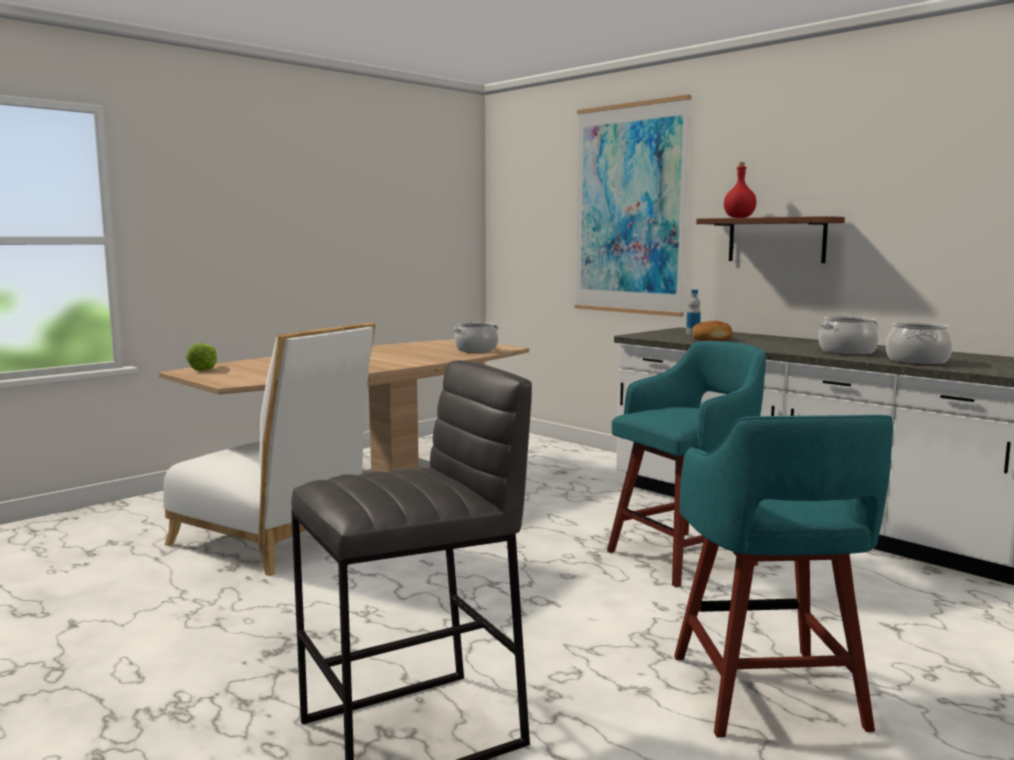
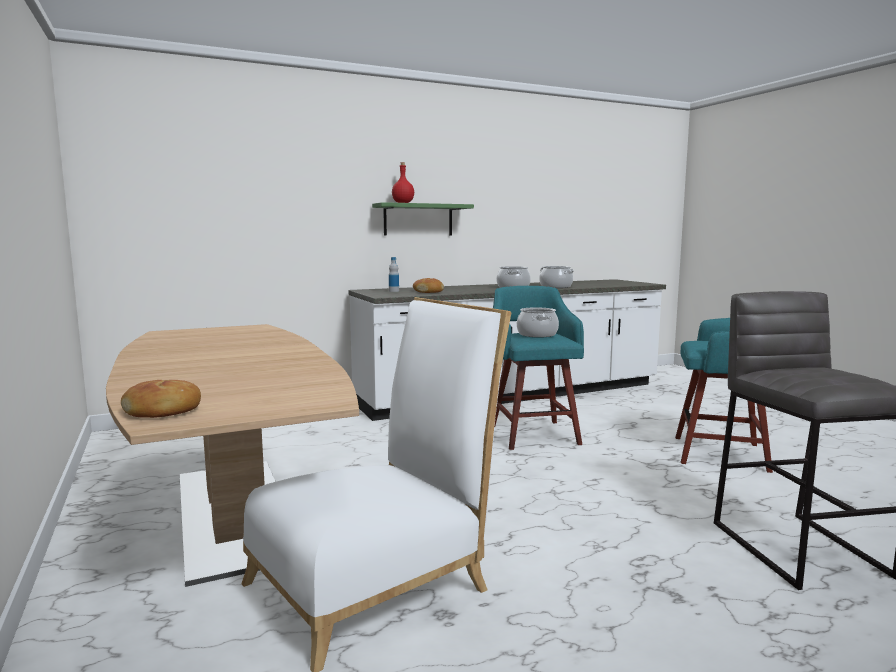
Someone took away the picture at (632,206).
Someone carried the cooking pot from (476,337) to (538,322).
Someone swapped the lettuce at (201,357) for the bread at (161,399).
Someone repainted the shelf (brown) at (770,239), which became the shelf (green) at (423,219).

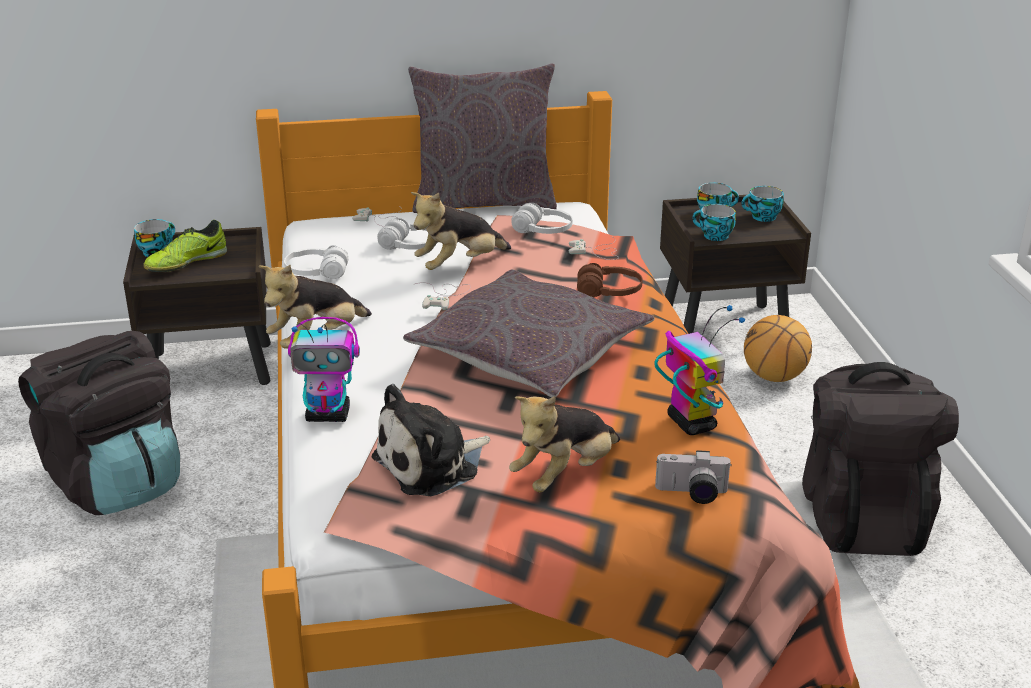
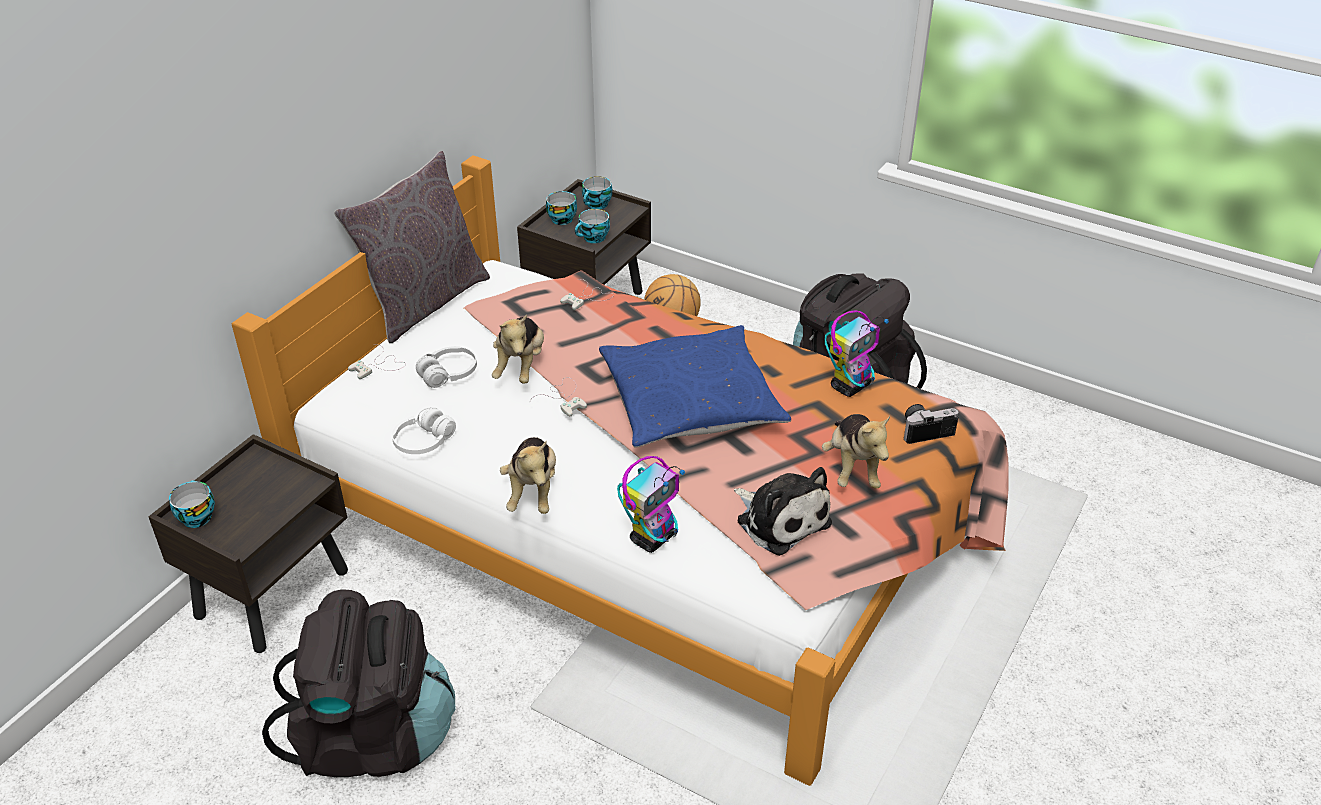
Someone took away the shoe at (185,246).
Someone took away the headphones (white) at (541,218).
Someone took away the headphones (brown) at (610,280).
Someone repainted the pillow (grey) at (528,333), which became the pillow (blue) at (695,386).
Someone rotated the plush toy at (431,440) by 45 degrees counterclockwise.
Someone rotated the toy robot at (699,370) by 120 degrees clockwise.
Someone rotated the photo camera at (693,477) by 150 degrees counterclockwise.

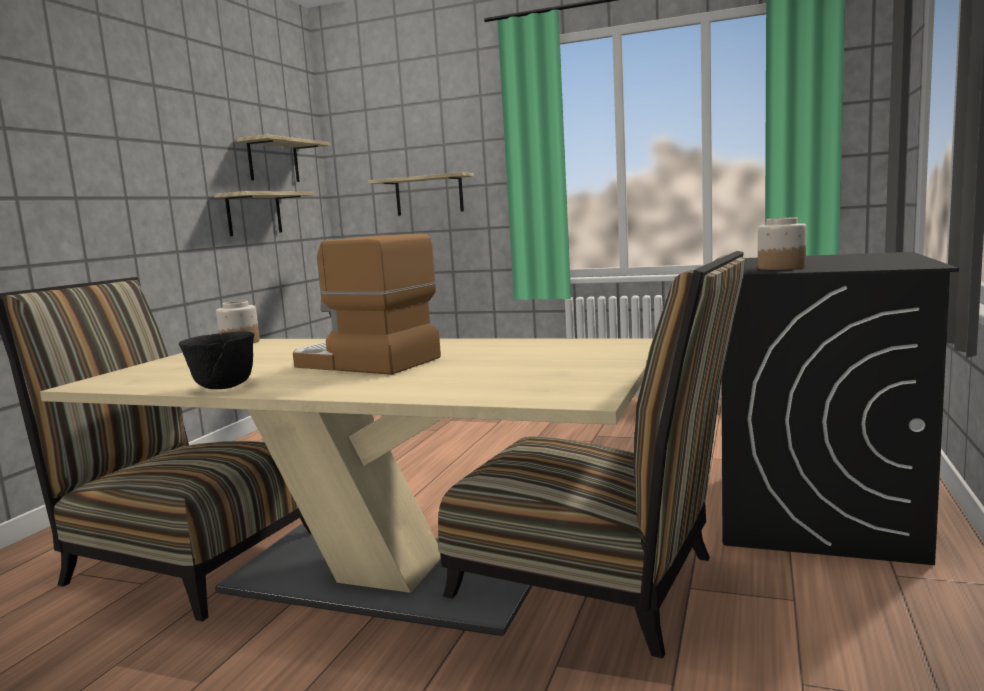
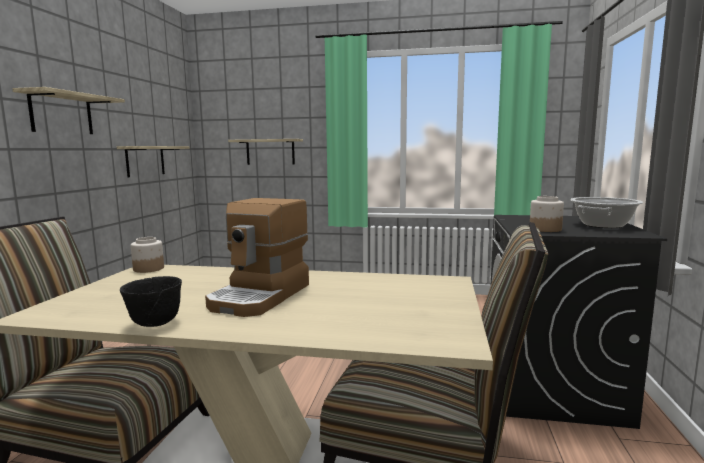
Someone put down the cooking pot at (607,212).
Someone carried the shelf from (283,158) to (68,110).
Someone rotated the coffee machine at (367,304) by 90 degrees counterclockwise.

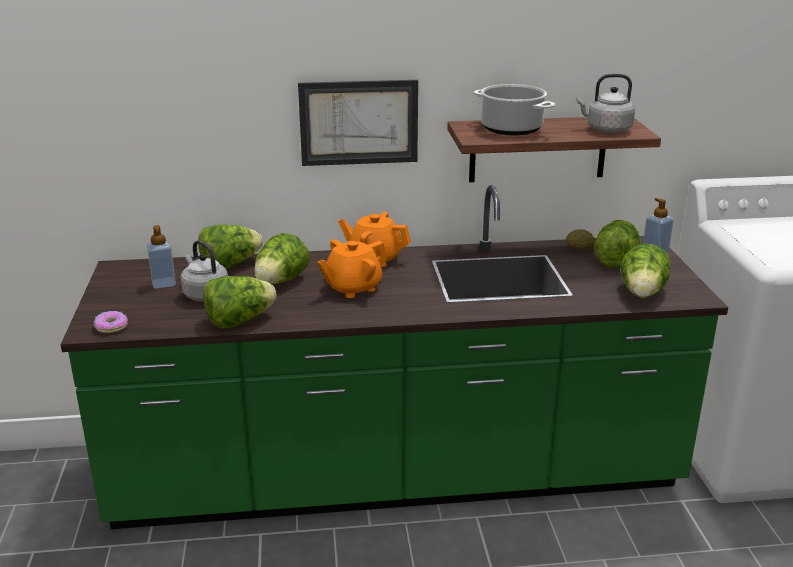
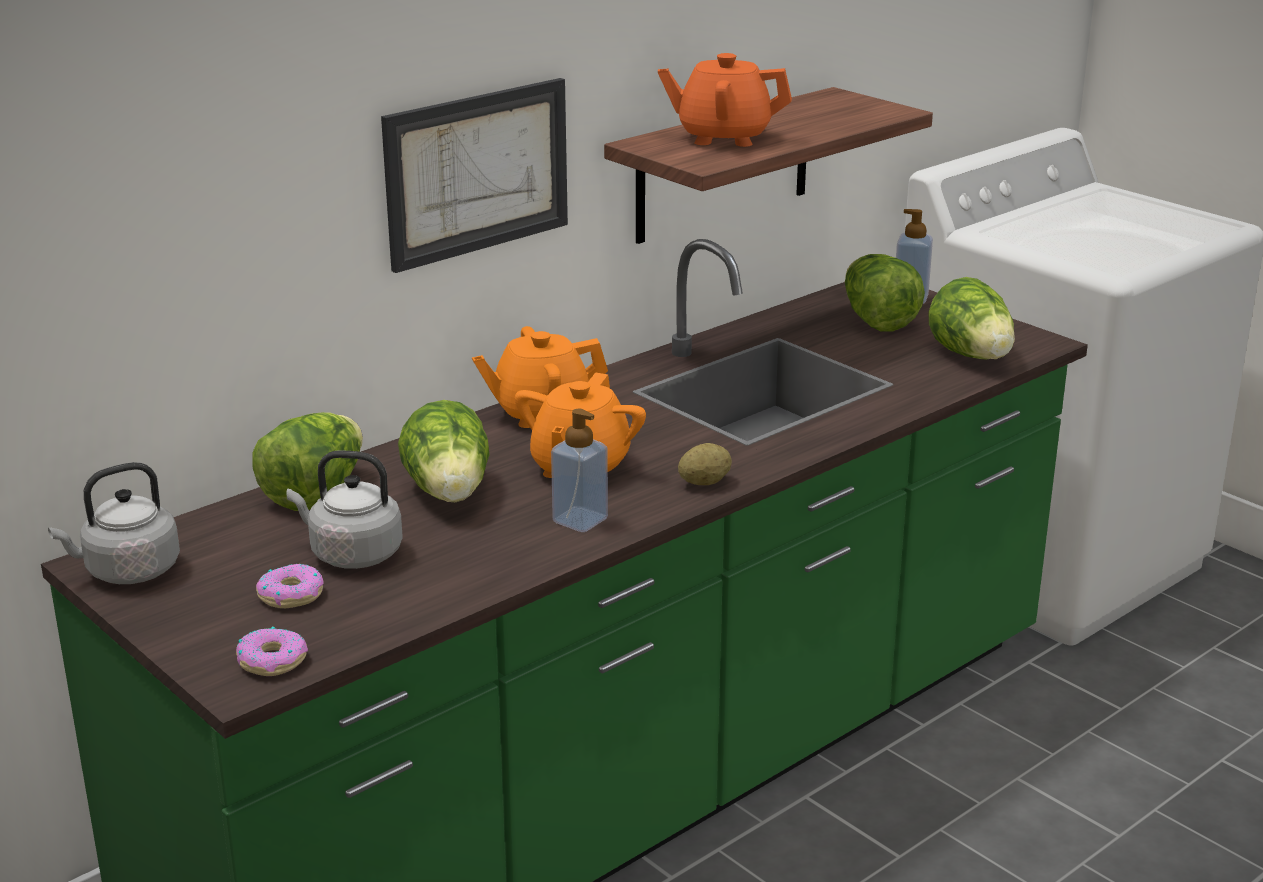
Someone took away the lettuce at (240,302).
Someone put down the donut at (289,586).
Someone carried the soap dispenser from (161,257) to (579,470).
Someone carried the potato from (580,239) to (705,464).
Someone carried the kettle (grey) from (605,103) to (114,523).
Someone swapped the cooking pot at (514,110) for the teapot (orange) at (725,100).

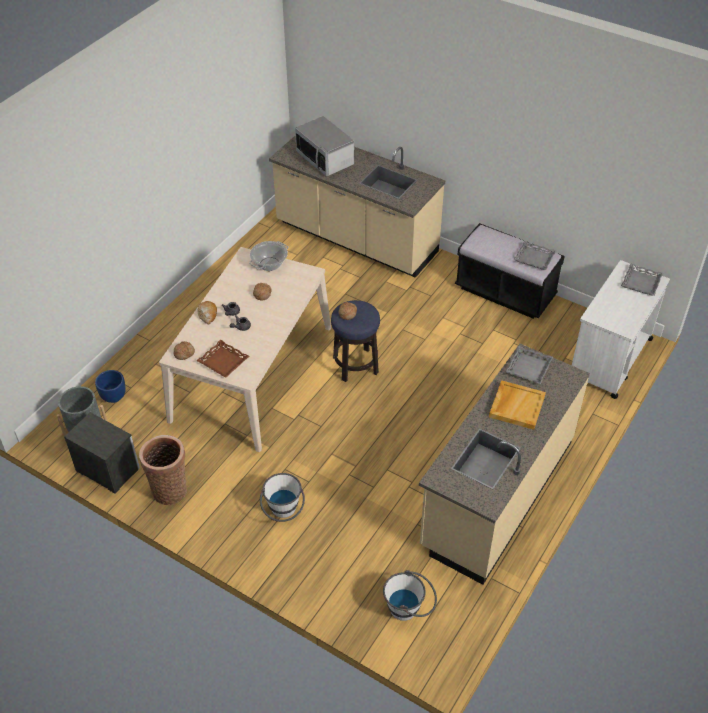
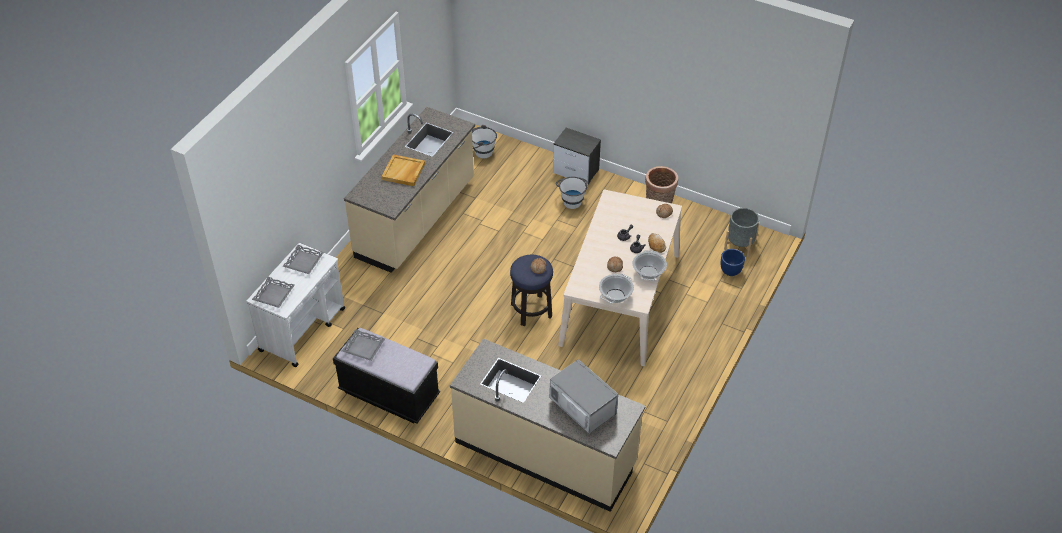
Someone took away the tray (brown) at (222,359).
Someone put down the cooking pot at (649,265).
Someone carried the nightstand from (102,453) to (577,156).
Someone carried the tray (grey) from (529,365) to (303,259).

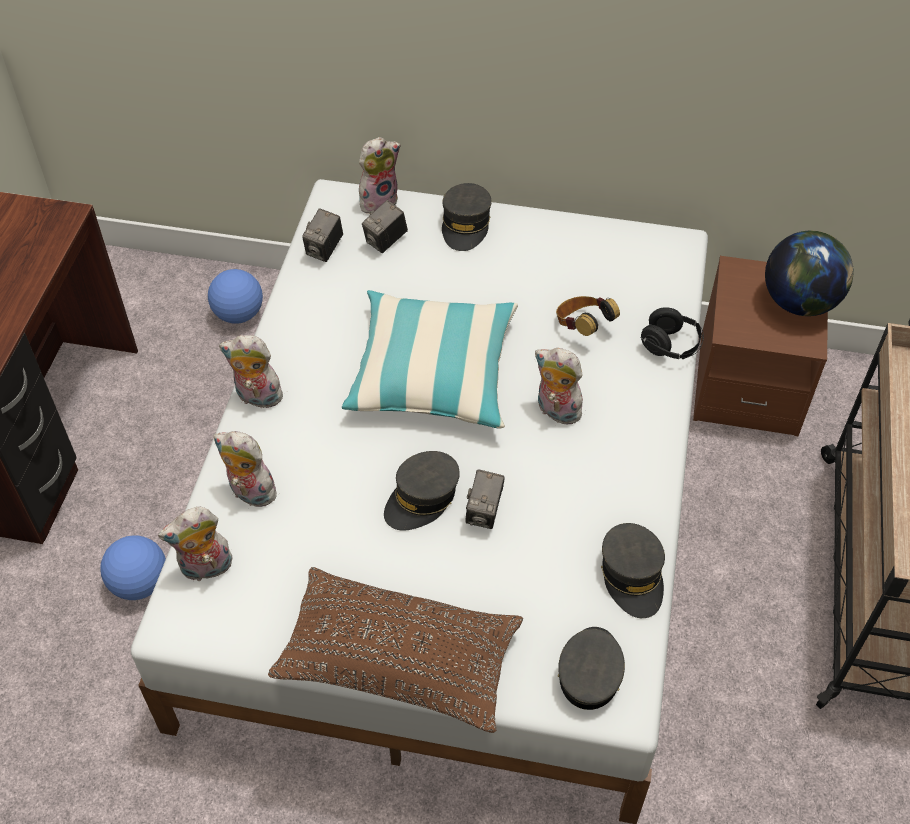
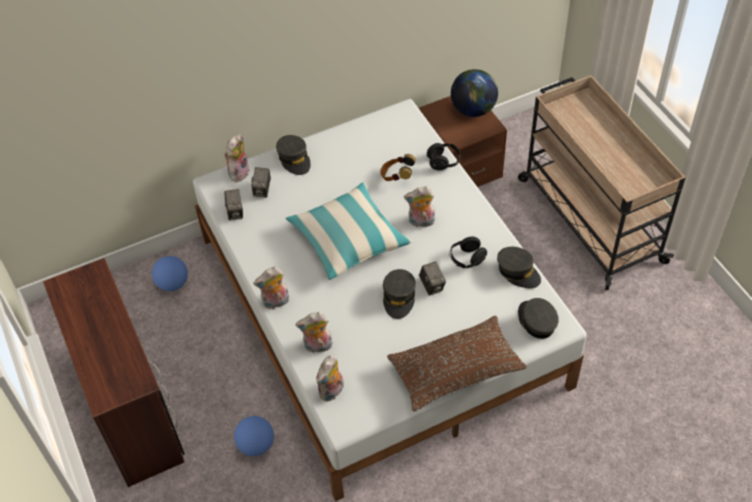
Someone put down the headphones (black) at (468,252).

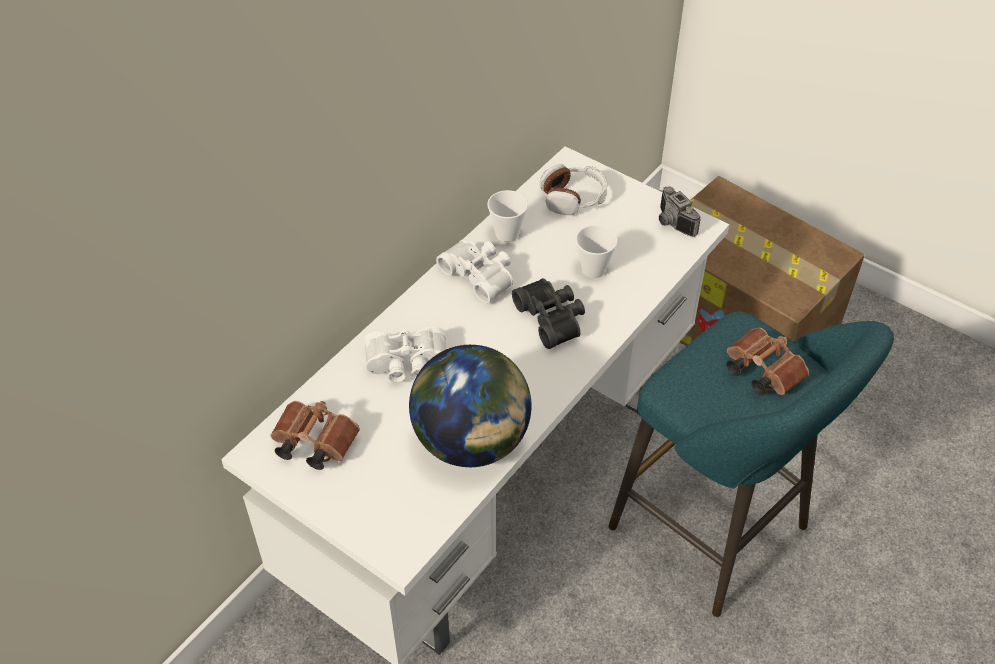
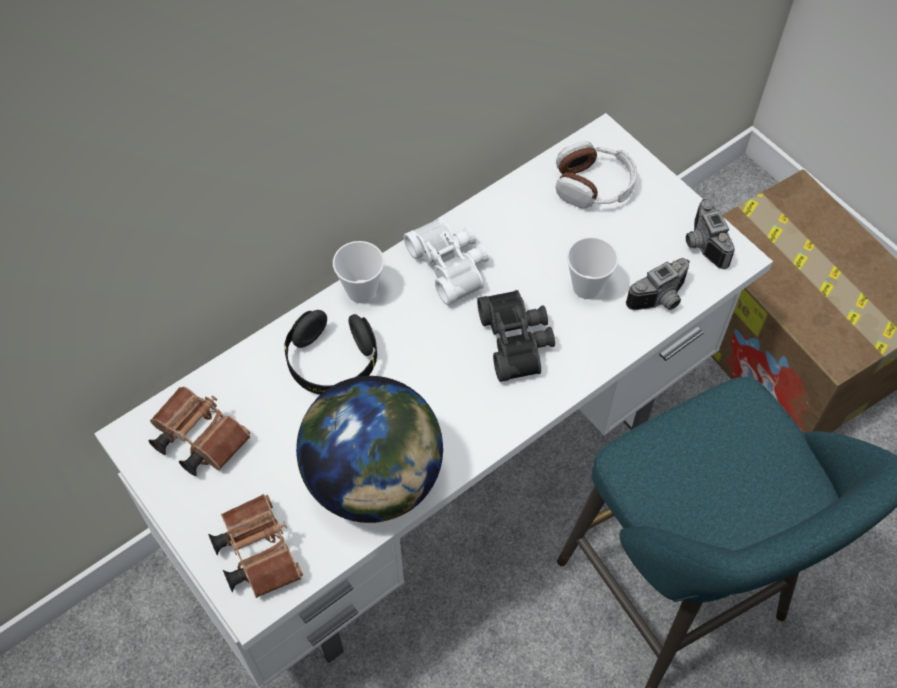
Someone put down the photo camera at (658,284).
Someone carried the cup from (507,216) to (358,272).
Someone carried the binoculars (brown) from (767,361) to (255,546).
Someone swapped the binoculars (white) at (405,354) for the headphones (black) at (330,352).

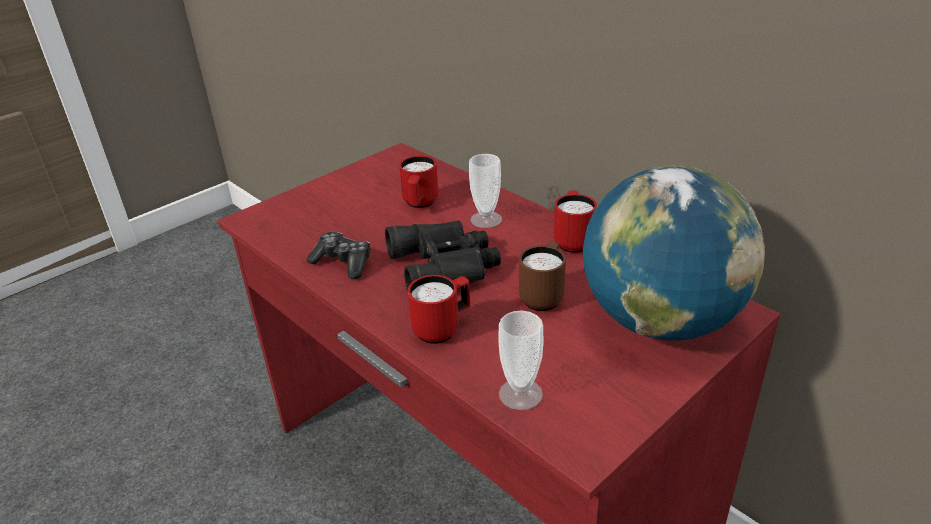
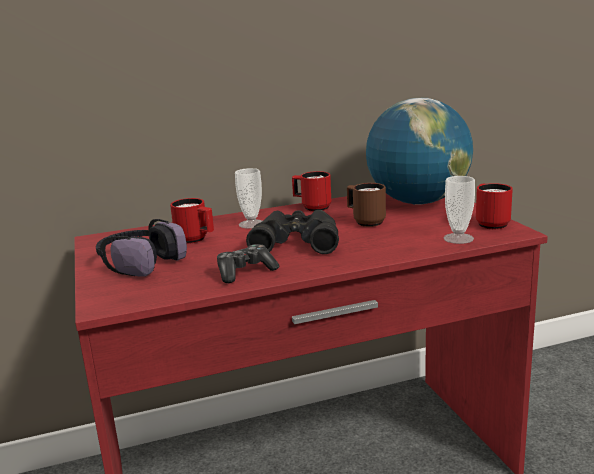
Someone put down the headphones at (141,248).
Someone carried the mug (red) from (439,309) to (494,206).

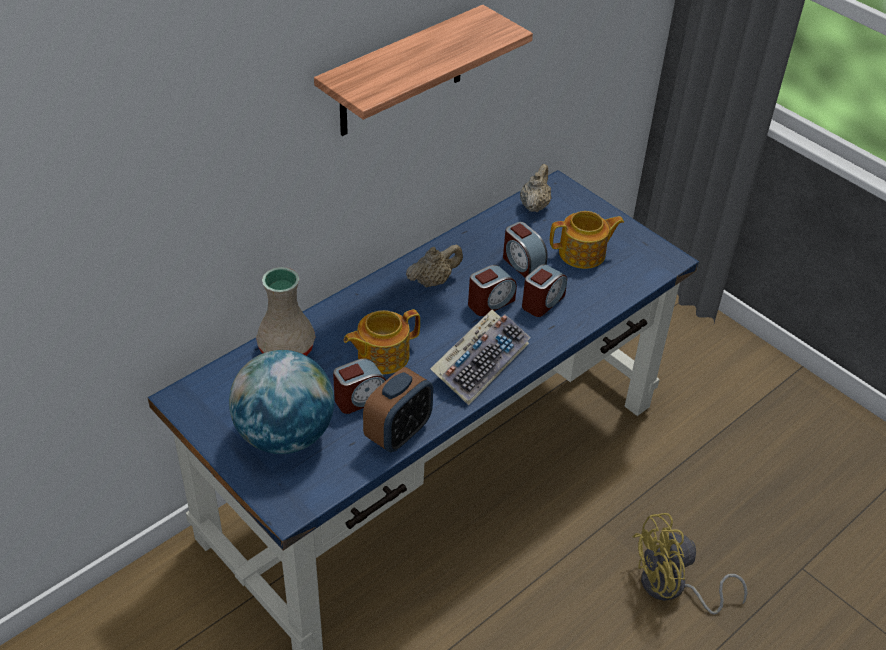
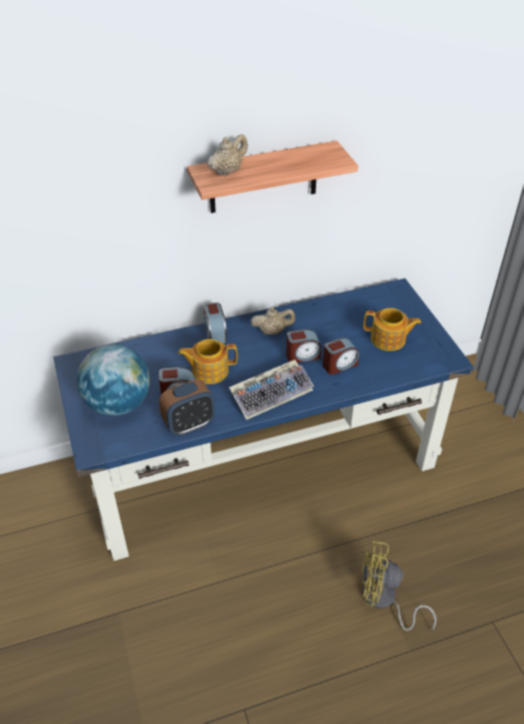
Someone took away the vase (beige) at (286,311).
Someone carried the alarm clock from (525,249) to (215,322).
Someone carried the teapot (beige) from (536,188) to (228,155).

